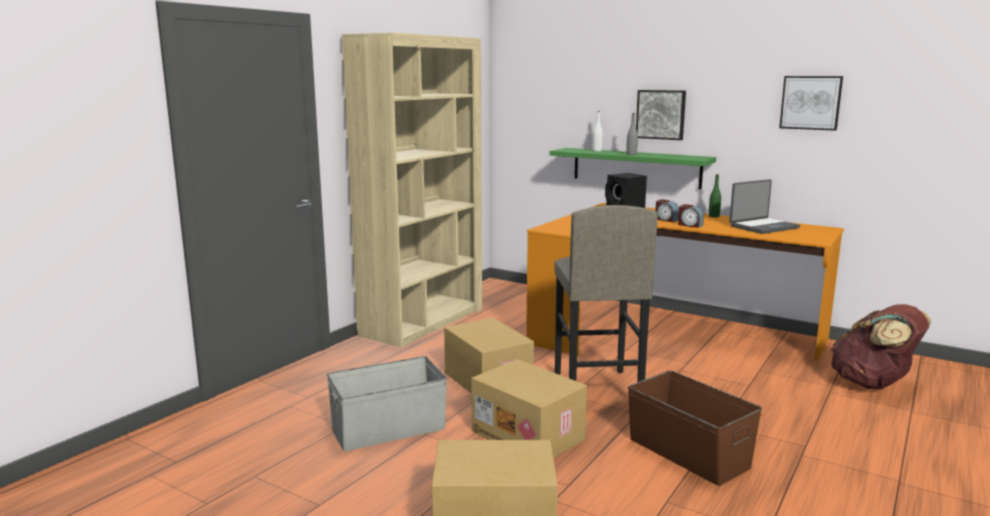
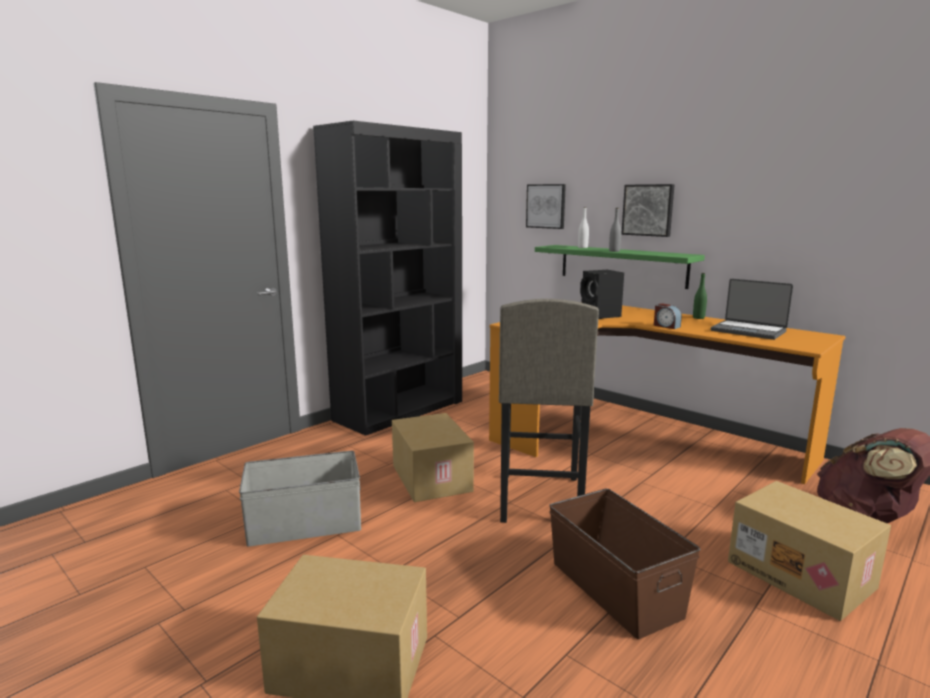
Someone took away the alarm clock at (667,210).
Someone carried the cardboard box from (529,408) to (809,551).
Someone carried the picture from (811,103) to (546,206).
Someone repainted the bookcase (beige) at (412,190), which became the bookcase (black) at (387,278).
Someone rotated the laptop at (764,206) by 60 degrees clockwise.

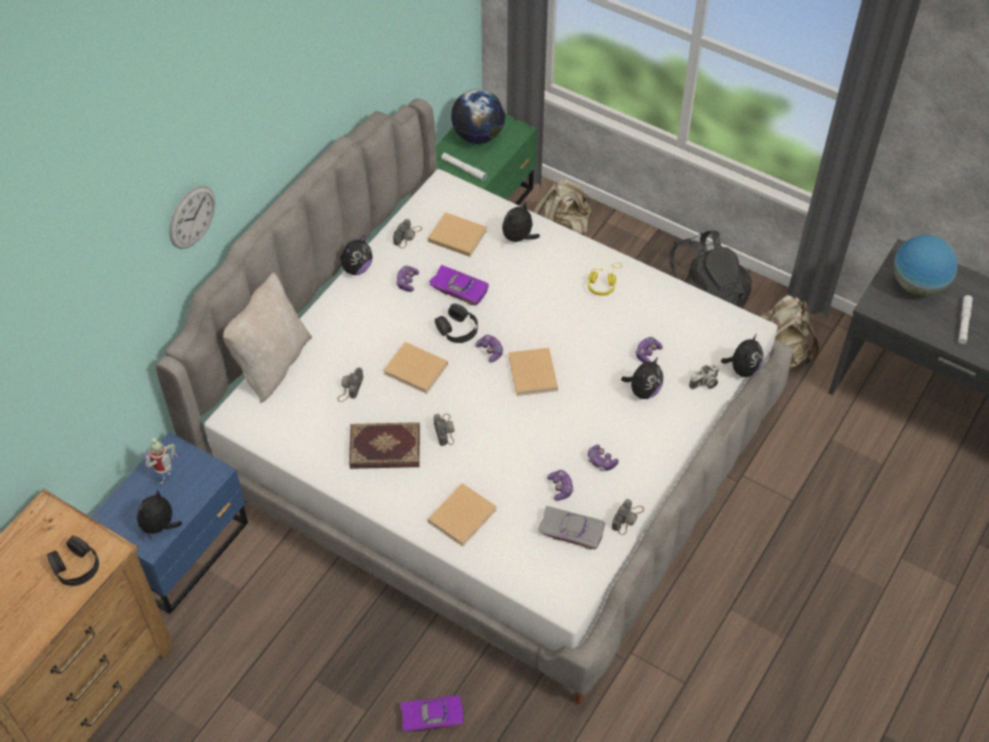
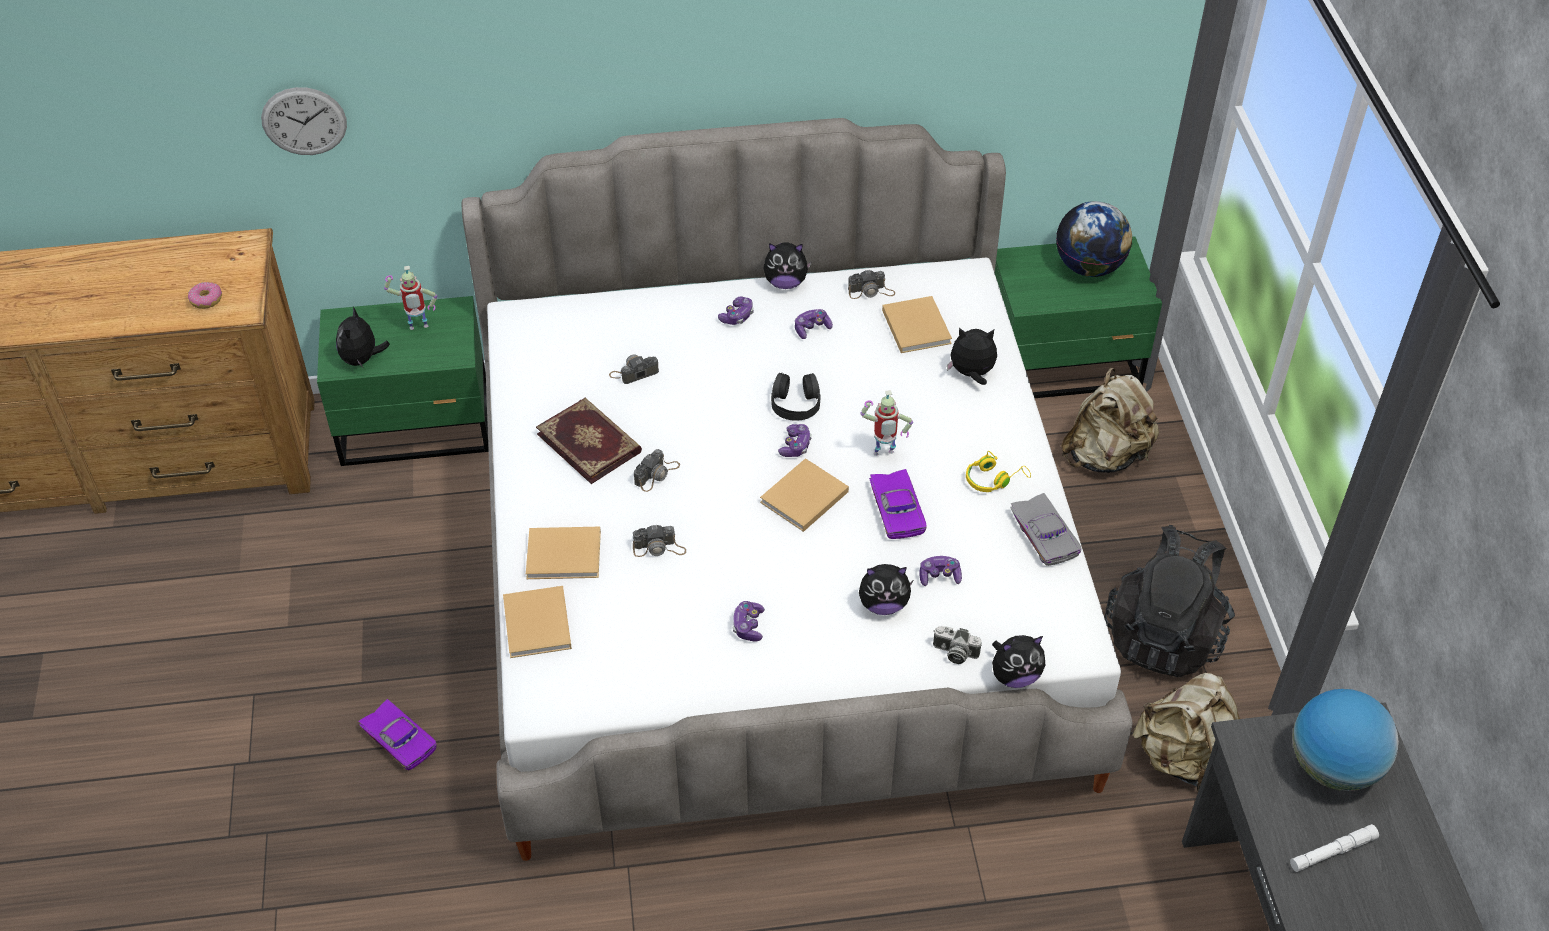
Someone took away the pillow (beige) at (267,337).
Someone took away the flashlight (white) at (464,166).
Someone put down the toy robot at (886,423).
Someone carried the wall clock from (192,217) to (304,121).
Someone carried the book (beige) from (415,368) to (537,622).
Someone carried the toy car (purple) from (459,285) to (898,504).
Someone carried the toy car (grey) from (571,528) to (1046,529).
Someone carried the game controller from (560,485) to (736,310).
Someone carried the photo camera from (628,517) to (659,540).
Someone swapped the headphones (black) at (73,561) for the donut at (205,295).
Someone repainted the nightstand (blue) at (169,523), which became the nightstand (green) at (403,381).
Someone rotated the plush toy at (159,514) by 75 degrees counterclockwise.

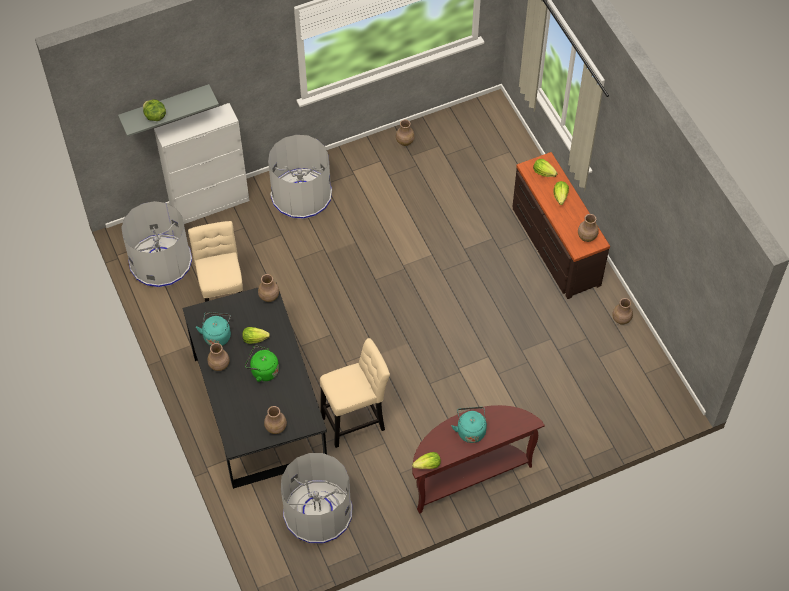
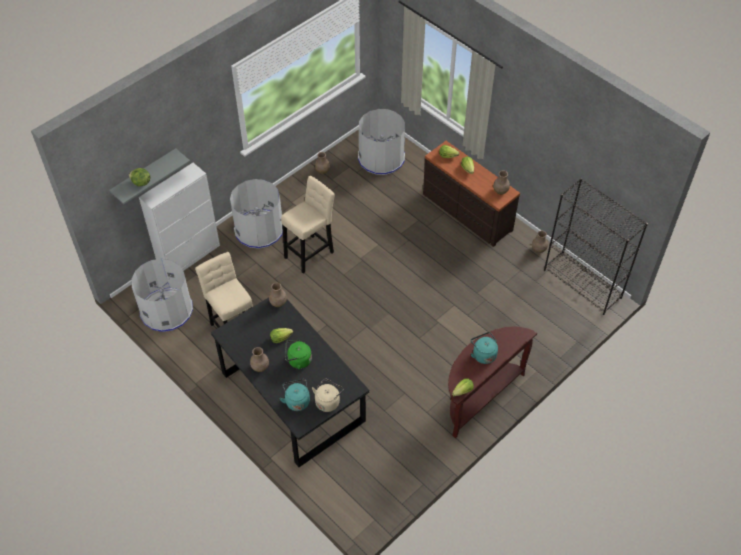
Someone put down the bookcase (black) at (596,246).
Someone carried the kettle (turquoise) from (213,329) to (294,395).
Someone carried the trash can (grey) from (316,498) to (381,142).
Someone carried the stool (beige) from (355,393) to (308,225).
Someone swapped the vase (brown) at (275,420) for the kettle (beige) at (328,395).

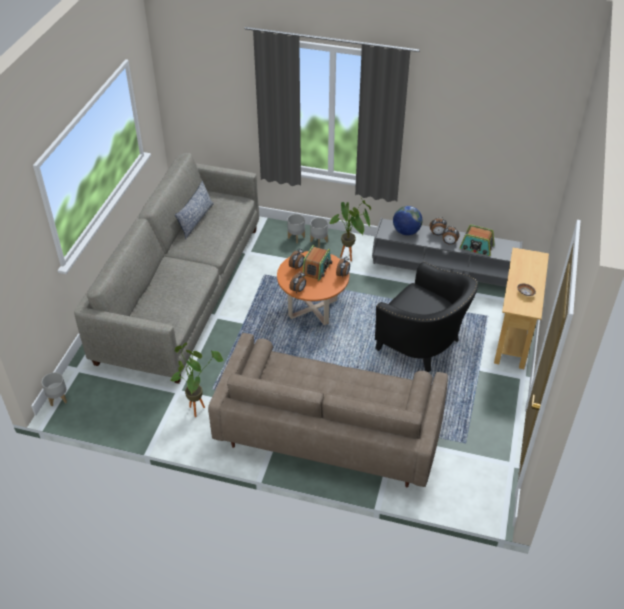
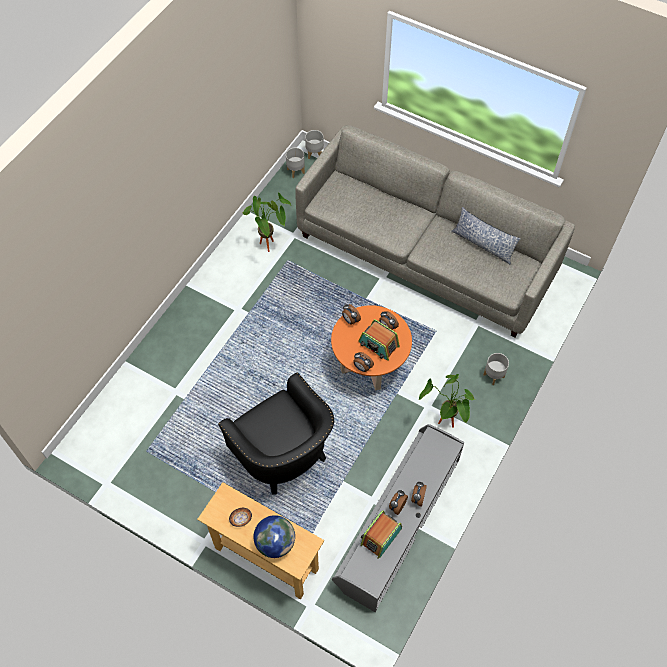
Someone took away the sofa (beige) at (328,410).
Someone carried the planter (grey) from (319,232) to (295,163).
Someone carried the globe from (407,220) to (274,536).
Someone rotated the armchair (black) at (426,317) by 90 degrees counterclockwise.

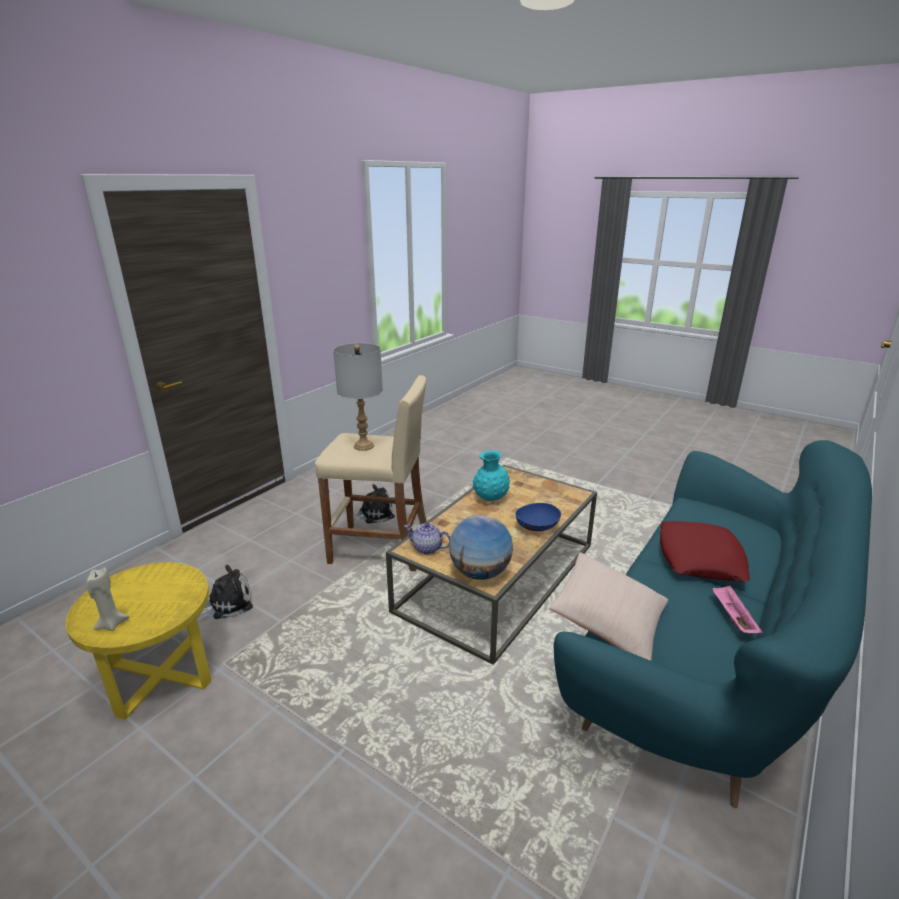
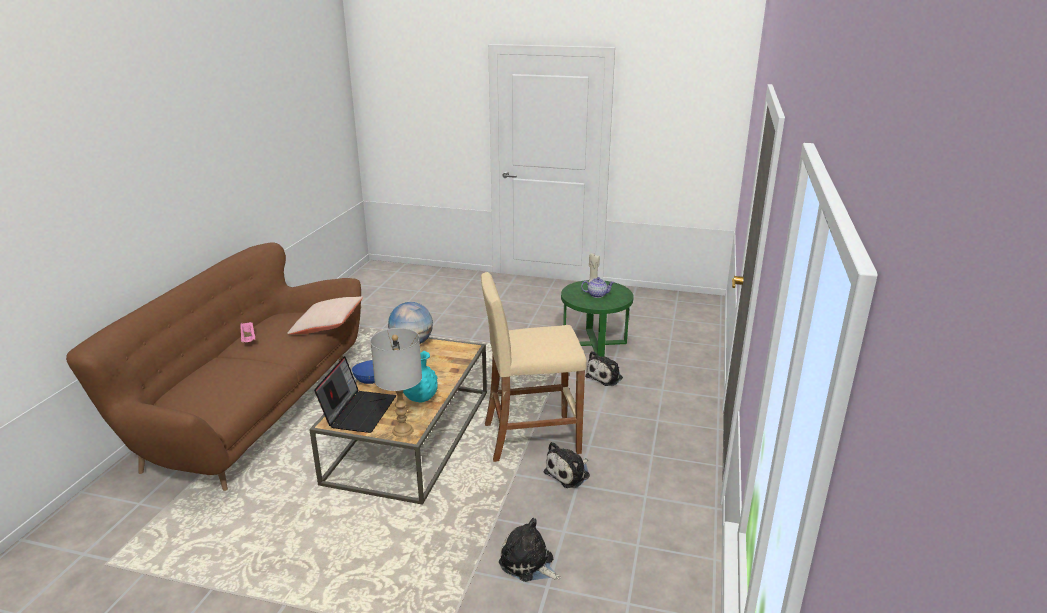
Someone took away the pillow (red) at (705,551).
Someone put down the laptop at (355,394).
Someone put down the plush toy at (530,550).
Someone carried the table lamp (grey) from (358,397) to (396,382).
Someone carried the teapot from (427,538) to (598,287).
Someone repainted the side table (yellow) at (139,641), which became the side table (green) at (597,318).
Someone repainted the sofa (turquoise) at (712,624), which became the sofa (brown) at (213,366).

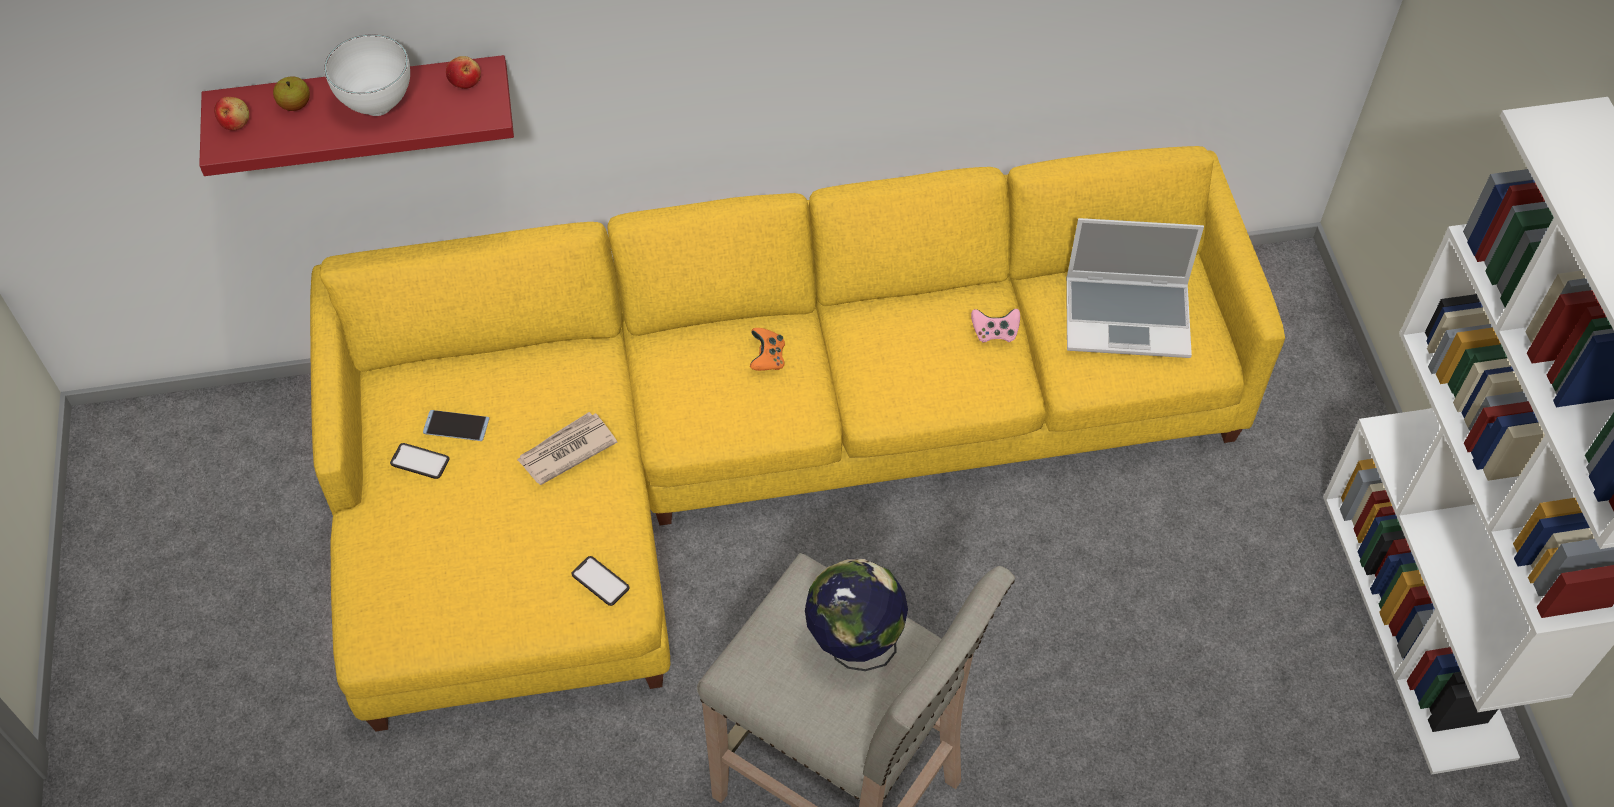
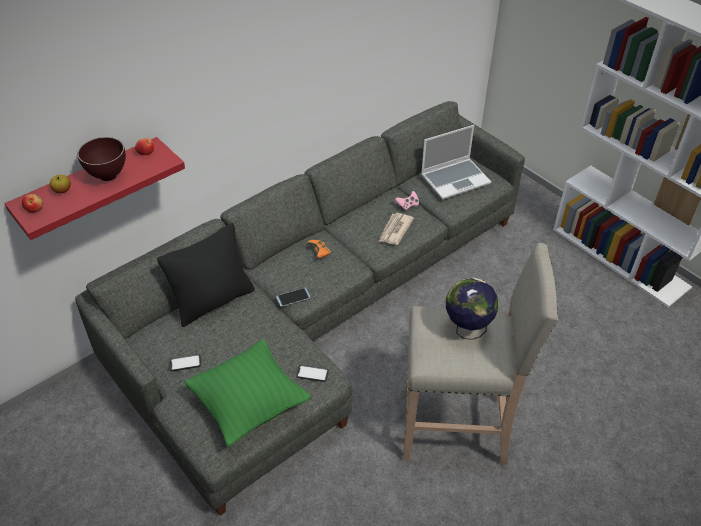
Someone put down the pillow (black) at (206,275).
Someone put down the pillow (green) at (247,393).
Someone carried the phone from (456,425) to (293,297).
Someone carried the newspaper from (567,448) to (396,229).
Someone repainted the sofa (yellow) at (797,438), which became the sofa (grey) at (300,308).
Someone repainted the bowl (white) at (367,75), which became the bowl (brown) at (101,159).

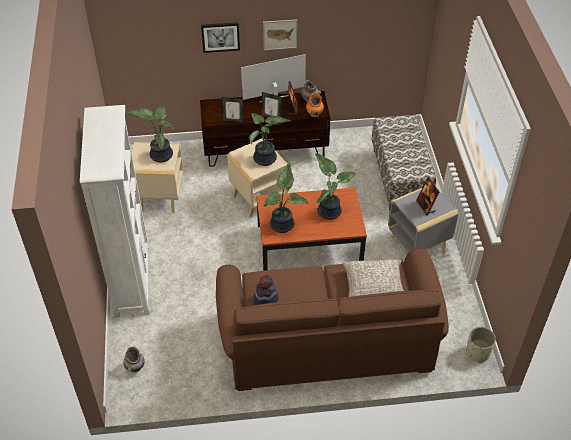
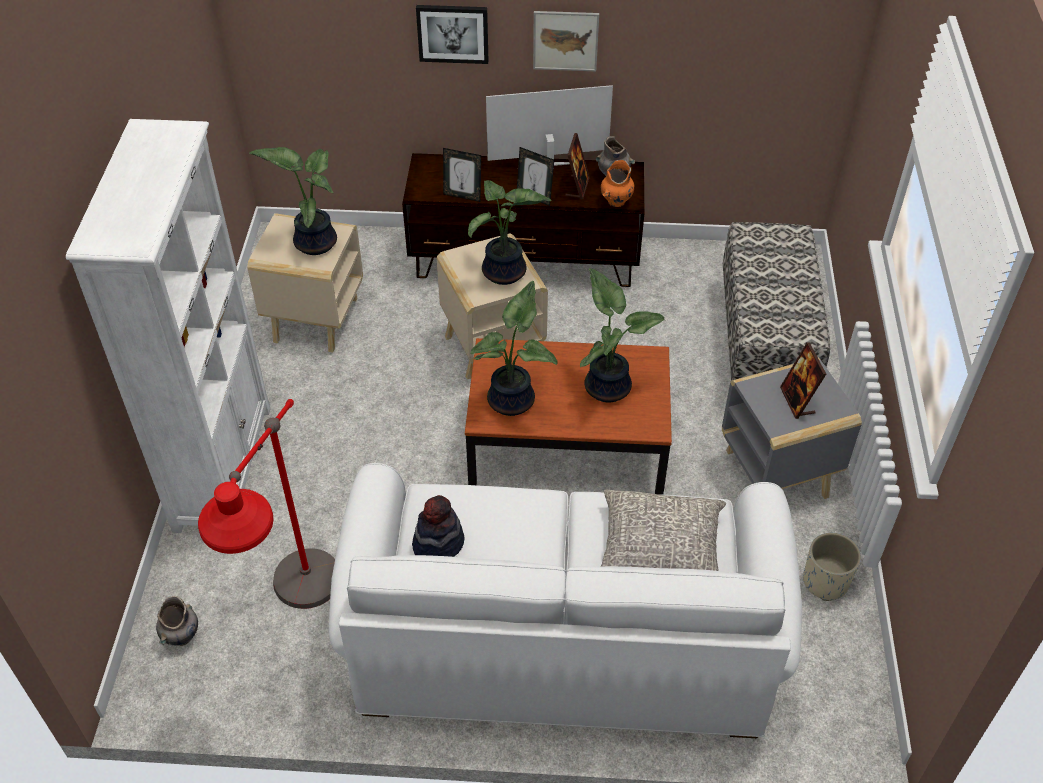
Someone put down the floor lamp (red) at (266,504).
Someone carried the planter (beige) from (481,345) to (832,567).
Someone repainted the sofa (brown) at (332,319), which became the sofa (white) at (565,600).

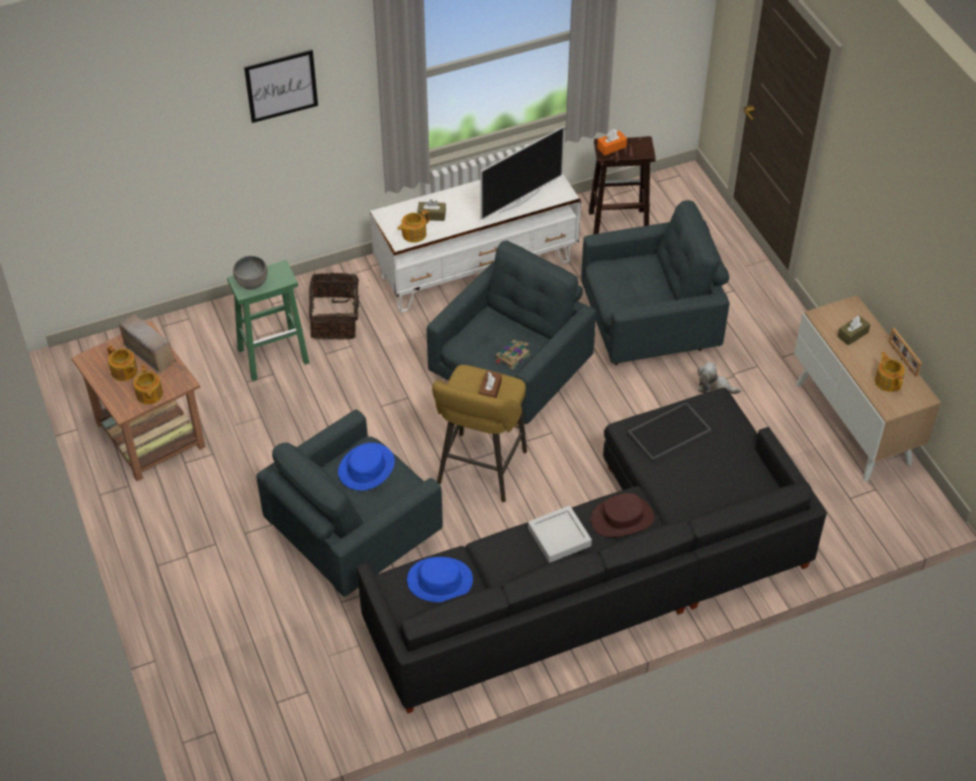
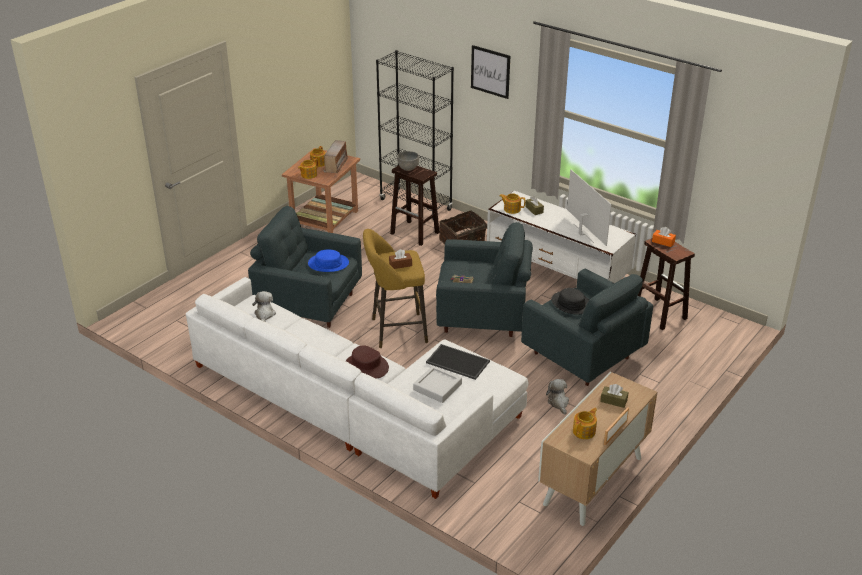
Someone put down the bookcase (black) at (415,135).
Someone put down the hat (black) at (570,301).
Someone carried the tray (grey) from (560,534) to (437,384).
Someone swapped the hat (blue) at (440,579) for the plush toy at (264,306).
Someone repainted the stool (green) at (268,320), which became the stool (brown) at (414,205).
Someone repainted the sofa (black) at (592,551), which became the sofa (white) at (357,388).
Someone rotated the television at (522,173) by 135 degrees counterclockwise.

